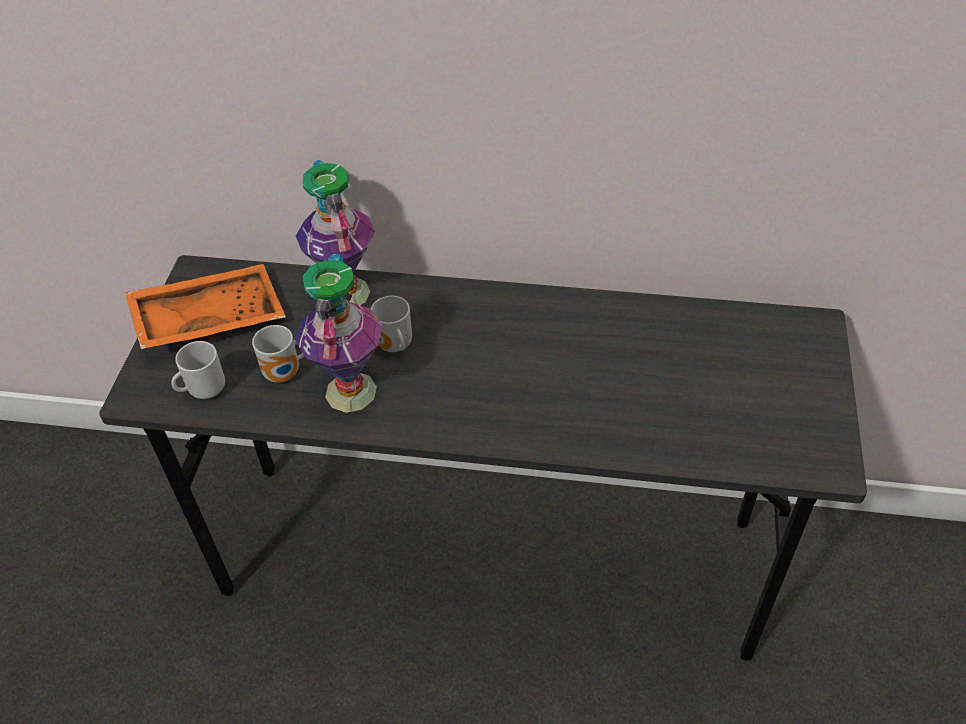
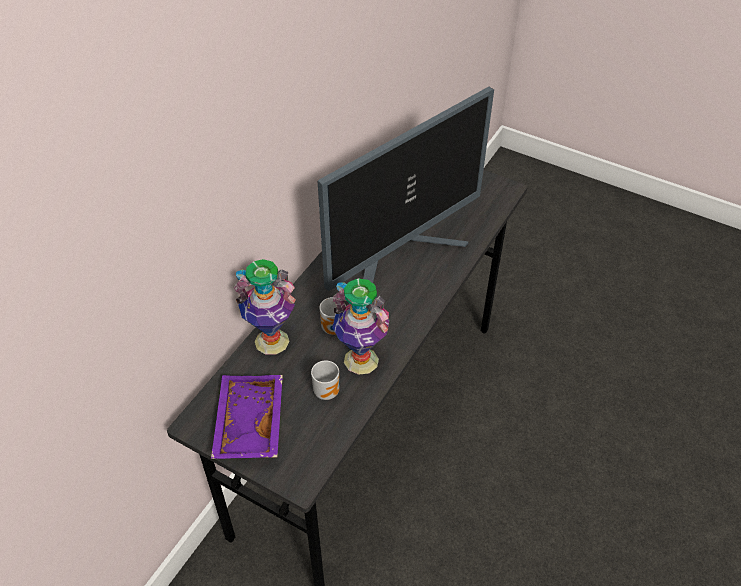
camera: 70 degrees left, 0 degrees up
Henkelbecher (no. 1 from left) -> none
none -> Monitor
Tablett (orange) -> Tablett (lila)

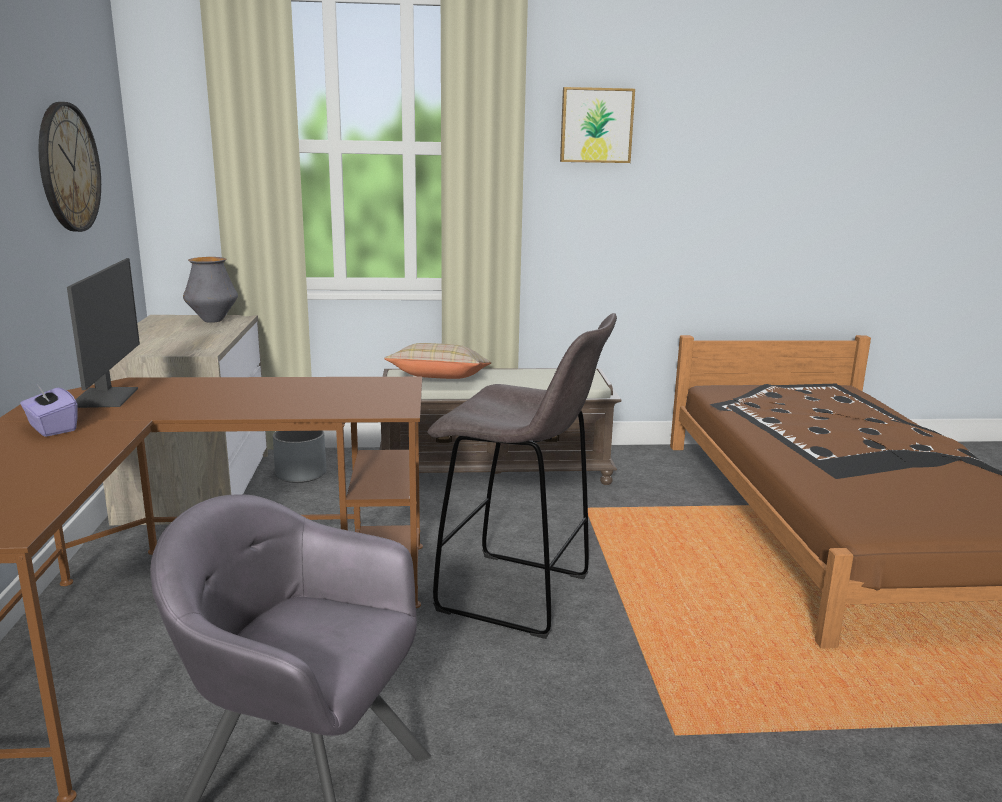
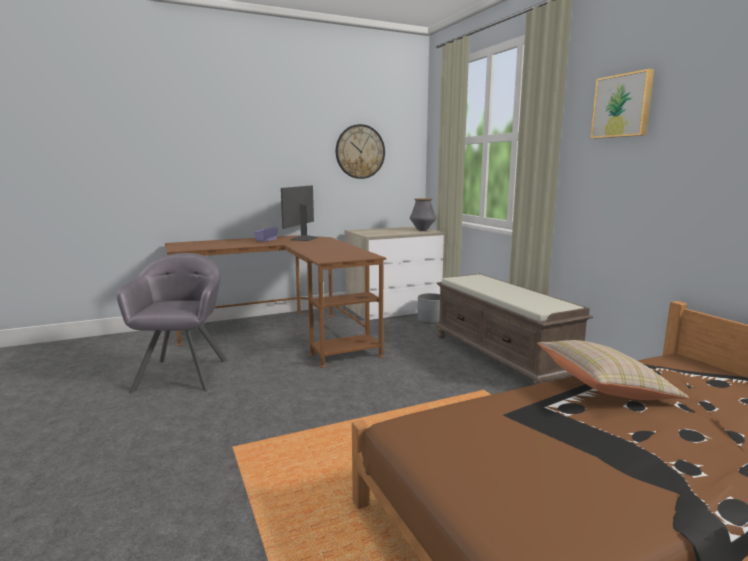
camera: 70 degrees right, 5 degrees down
Hocker (grau) -> none
Kissen (beige), shifted
Monitor, 135 degrees clockwise

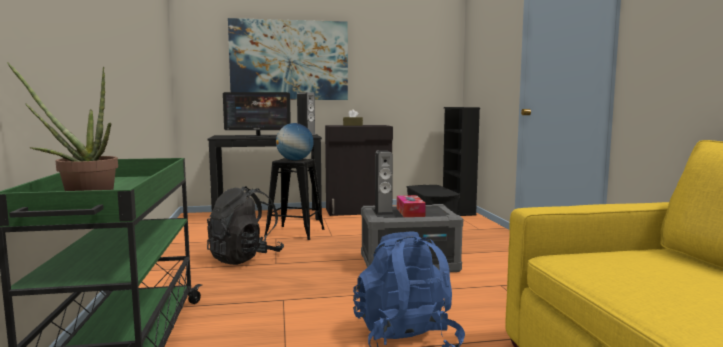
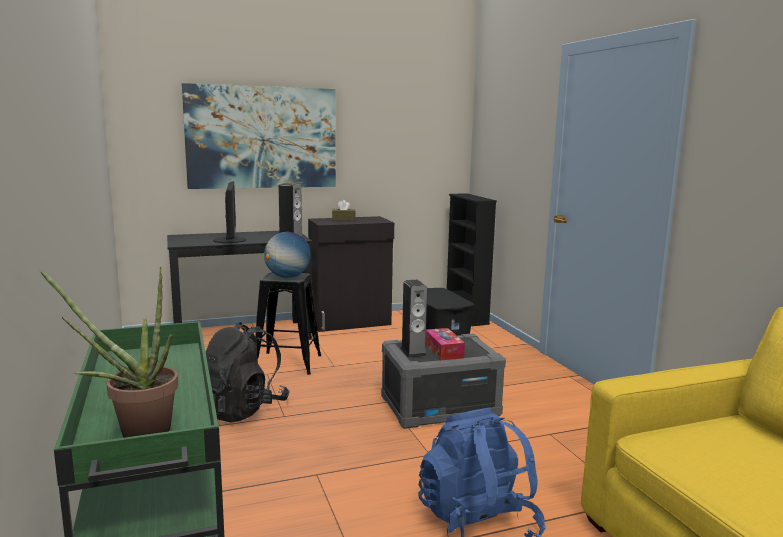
camera: 10 degrees left, 5 degrees up
Monitor, 90 degrees counterclockwise

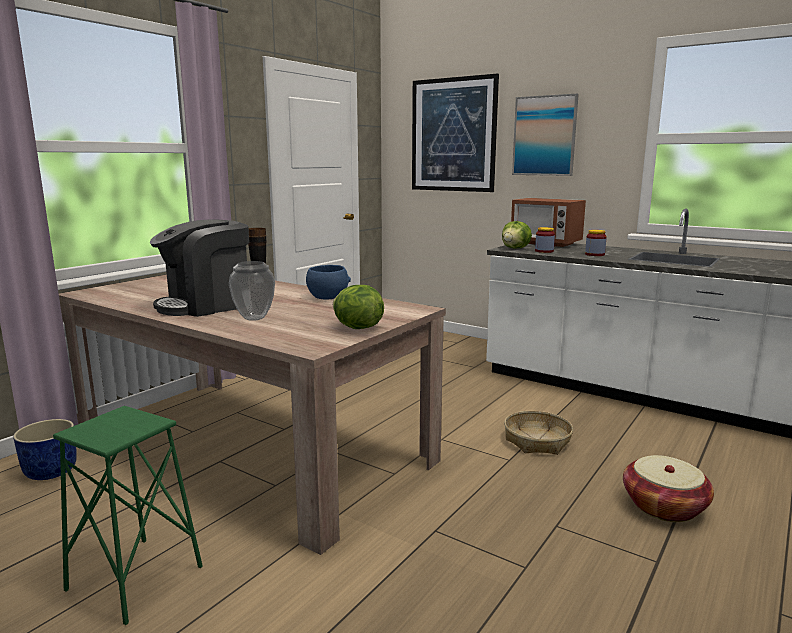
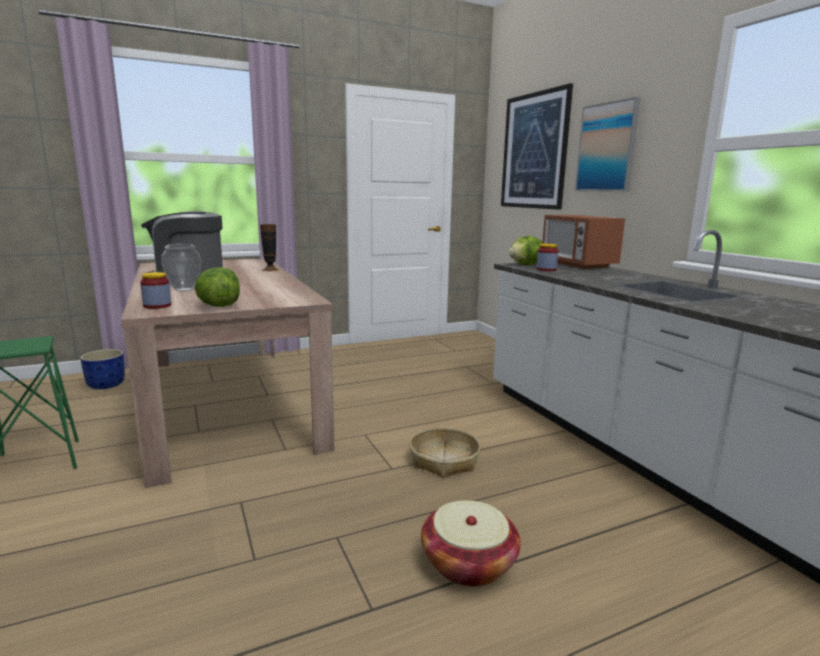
camera: 30 degrees right, 0 degrees up
Schüssel (blau) -> none
Vorratsglas (no. 2 from left in the first image) -> Vorratsglas (no. 1 from left), shifted

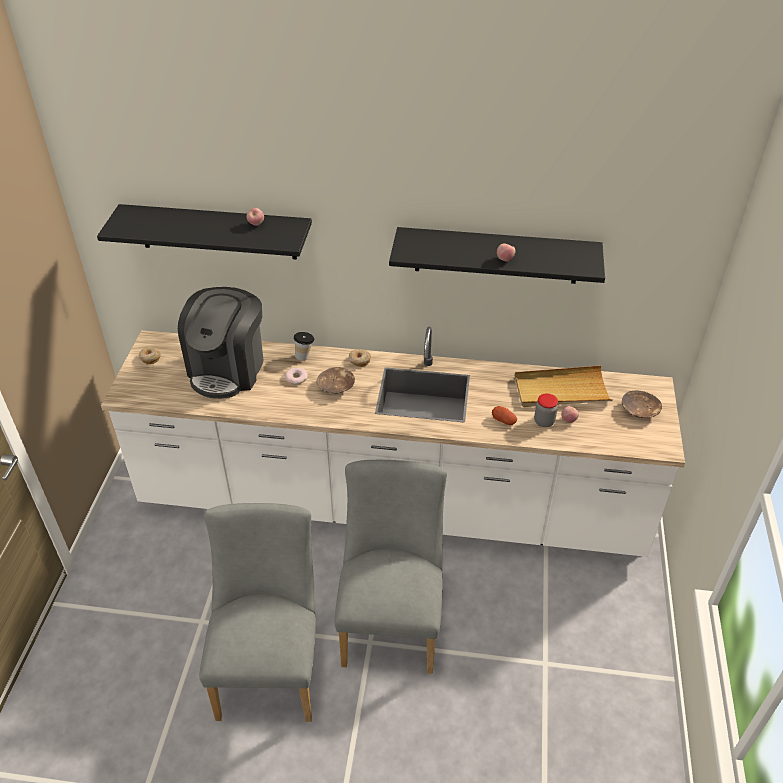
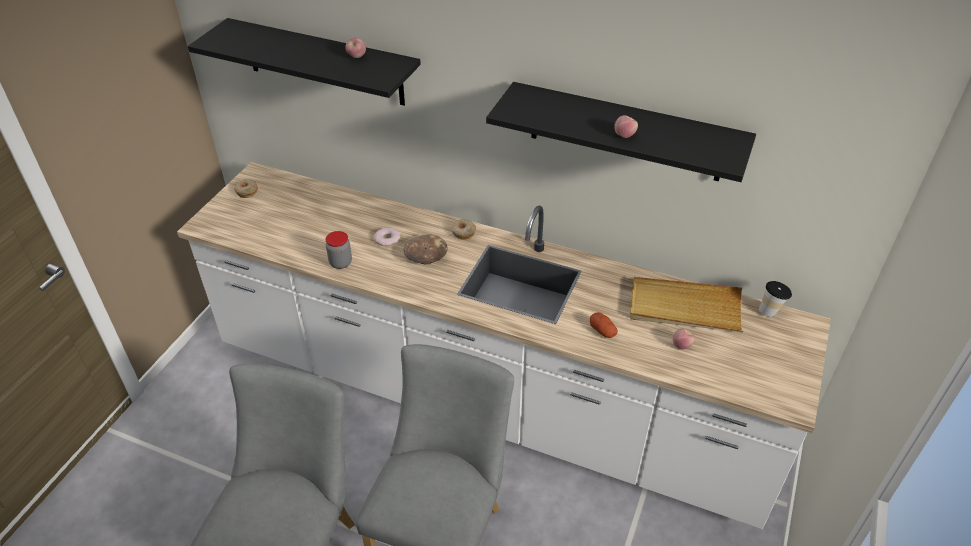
camera: 15 degrees right, 0 degrees up
Kaffeemaschine -> none
Schüssel (braun) (no. 2 from left) -> none
Tasse, shifted
Vorratsglas, shifted

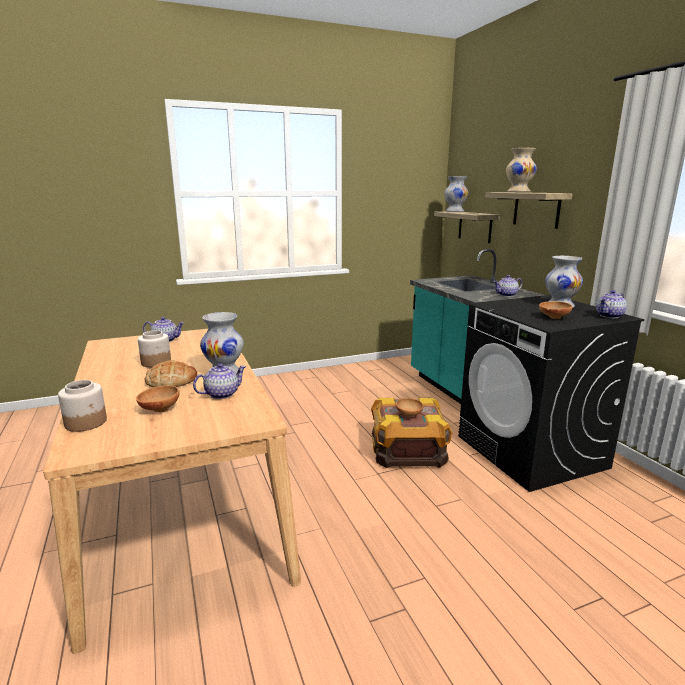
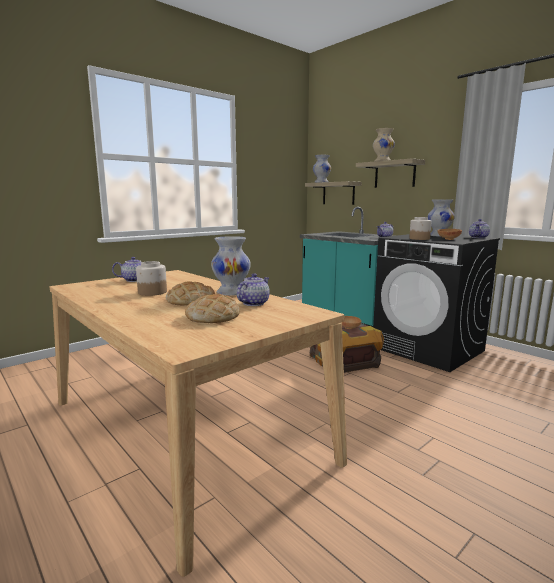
camera: 20 degrees left, 5 degrees down
Vorratsglas (no. 1 from left in the first image) -> Vorratsglas (no. 2 from left), shifted
Schüssel (braun) (no. 1 from left) -> Brot (no. 2 from left)

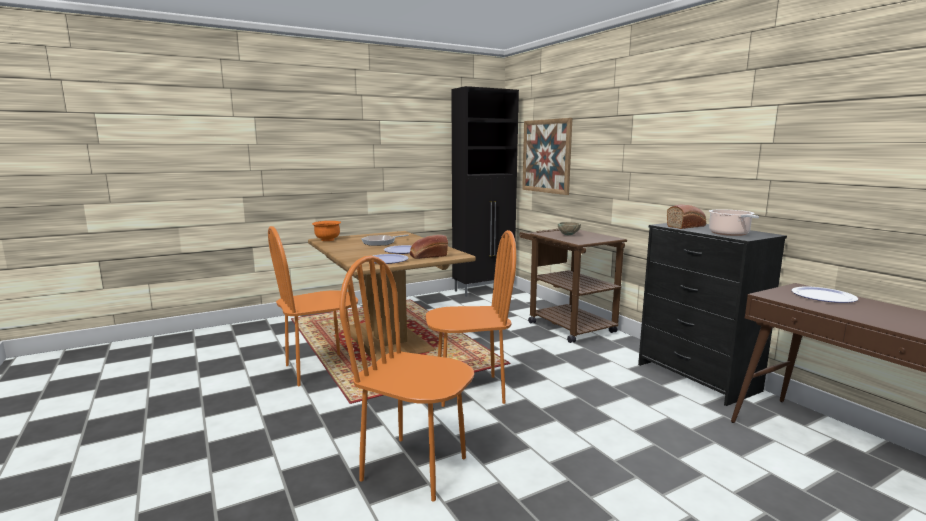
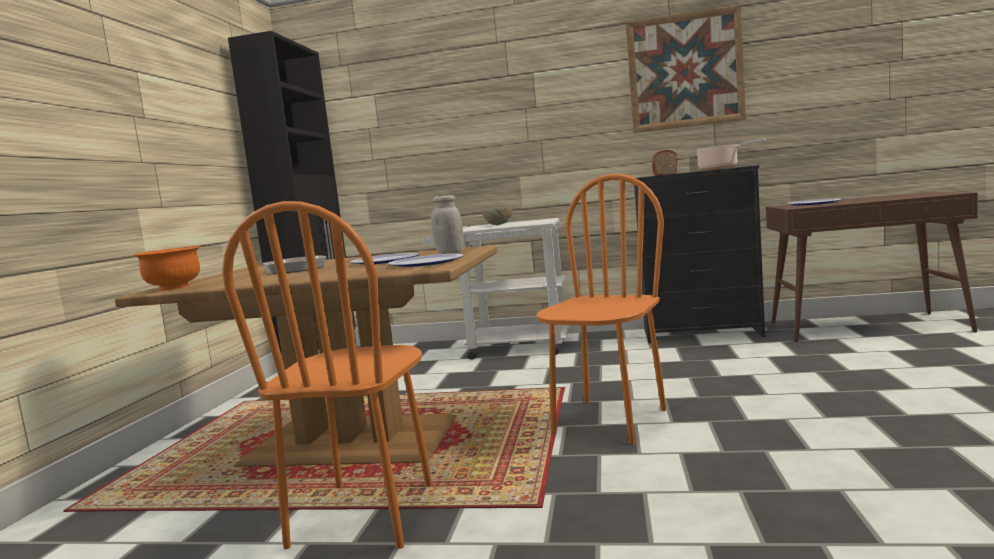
camera: 50 degrees left, 5 degrees down
Stuhl (orange) (no. 2 from left) -> none
Bild, shifted
Brot (no. 1 from left) -> Vorratsglas (weiß)
Rollwagen (braun) -> Rollwagen (weiß)

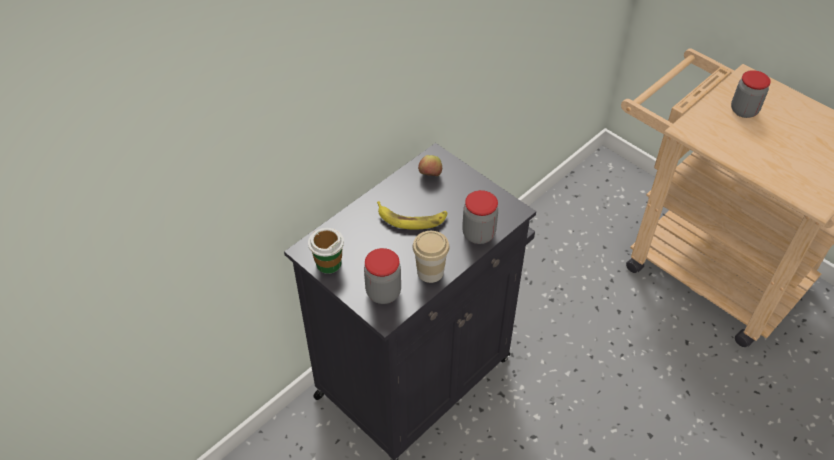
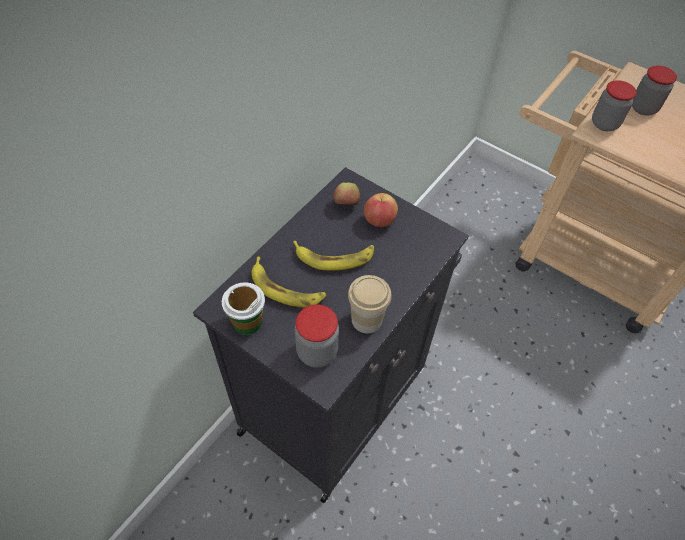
camera: 10 degrees left, 5 degrees up
none -> Banane (no. 1 from left)
none -> Apfel (no. 2 from left)
Vorratsglas (no. 2 from left), shifted

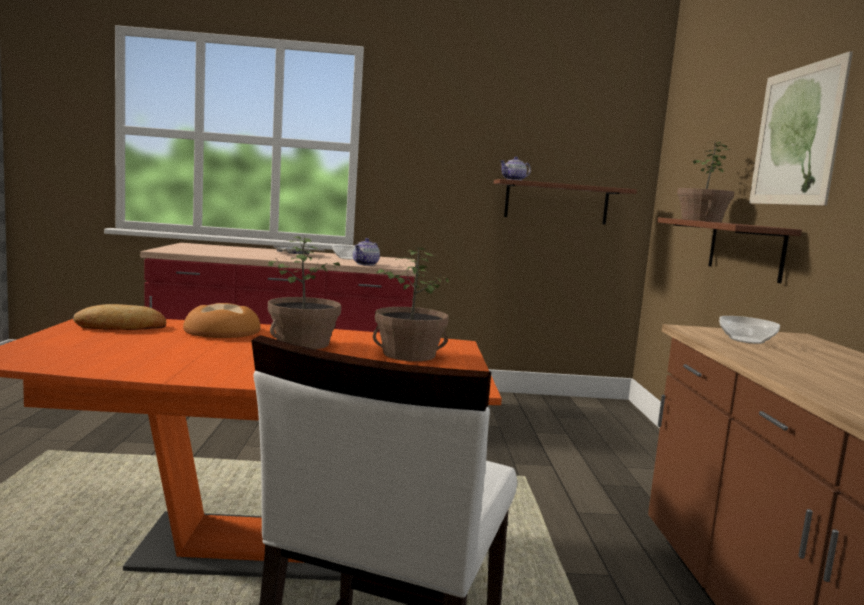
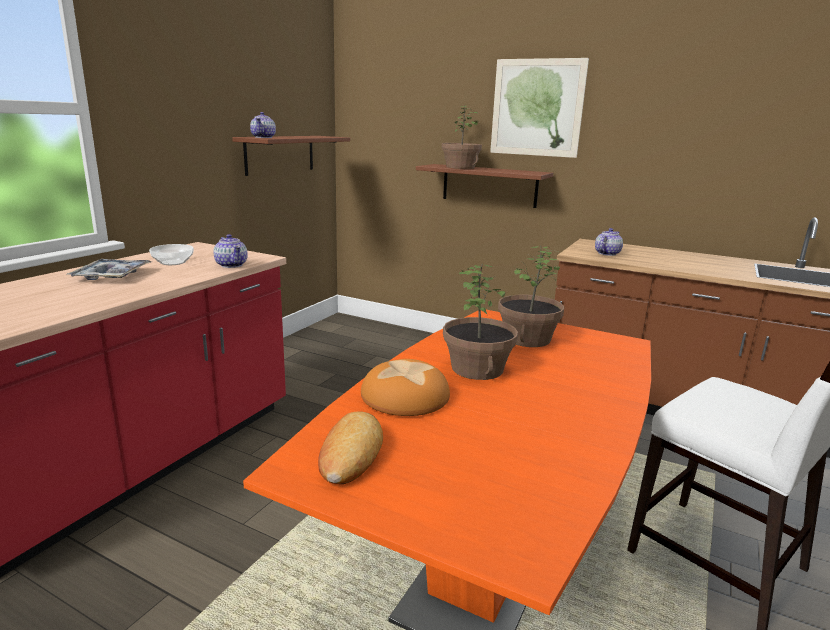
camera: 60 degrees left, 10 degrees up
Schüssel (no. 2 from left) -> Teekanne (no. 3 from left)

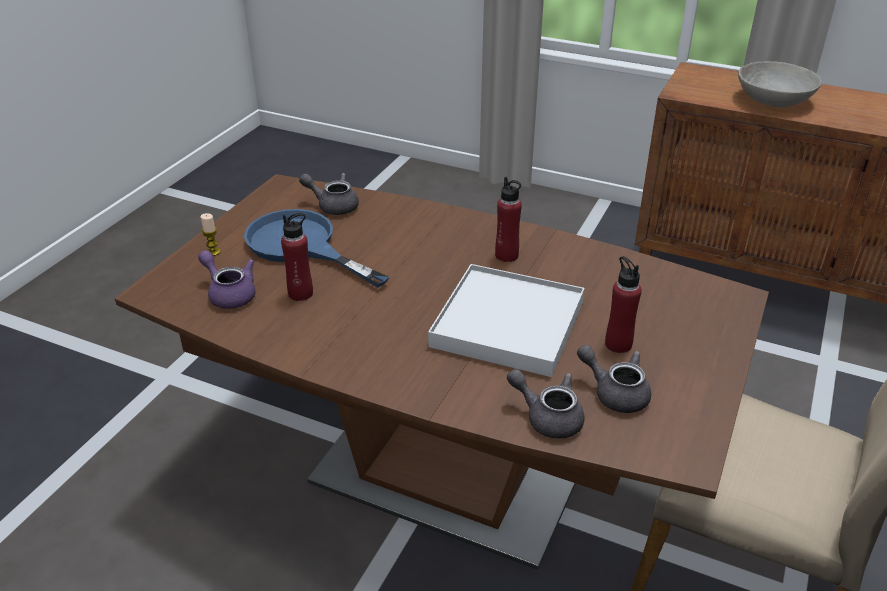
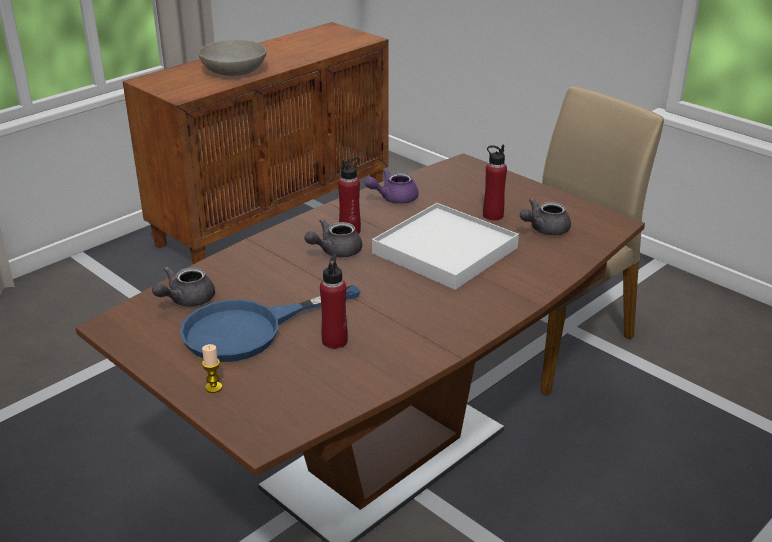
camera: 70 degrees left, 5 degrees down
Teekanne (lila), shifted
Teekanne (grau) (no. 2 from left), shifted

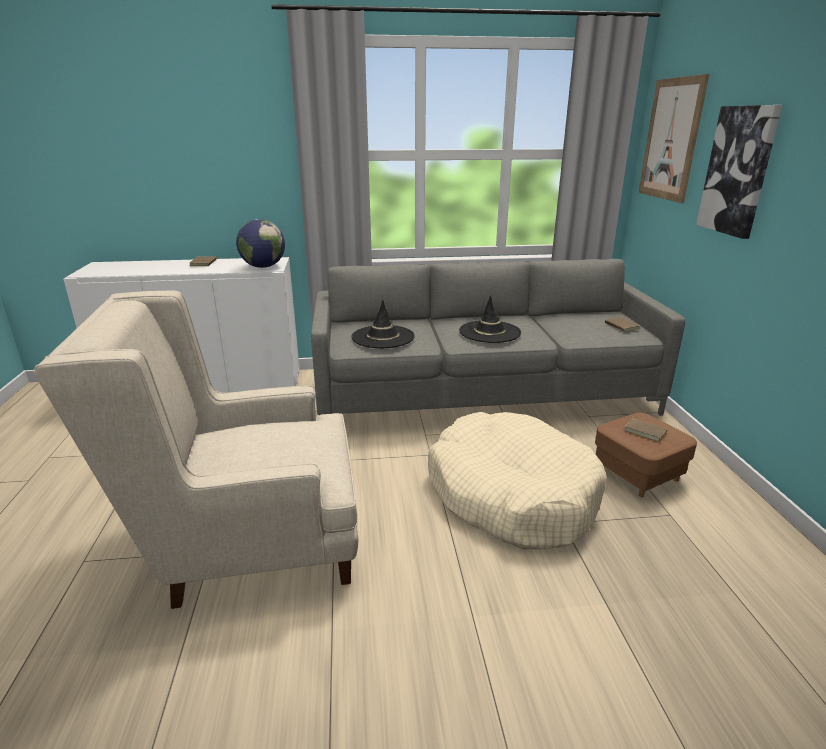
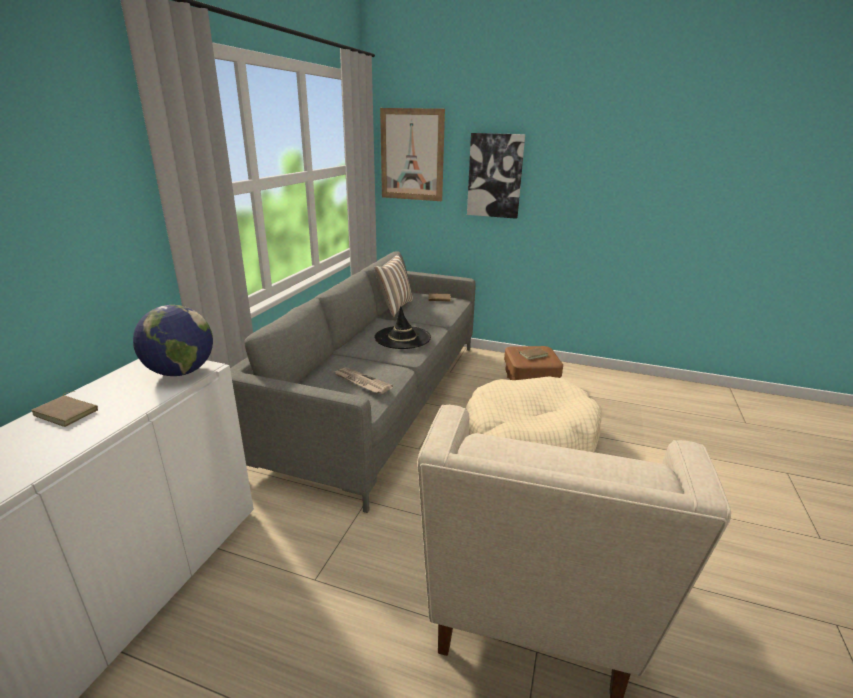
camera: 65 degrees left, 0 degrees up
none -> Kissen
Hut (schwarz) (no. 1 from left) -> Zeitung

